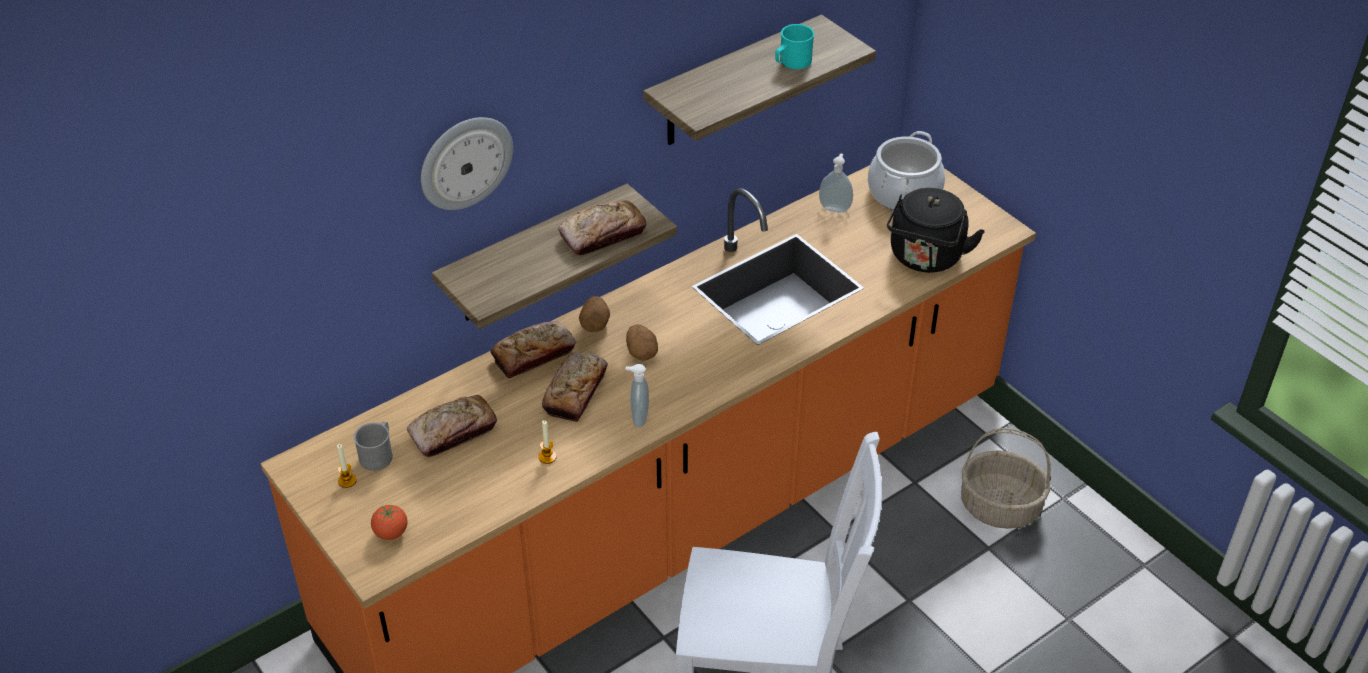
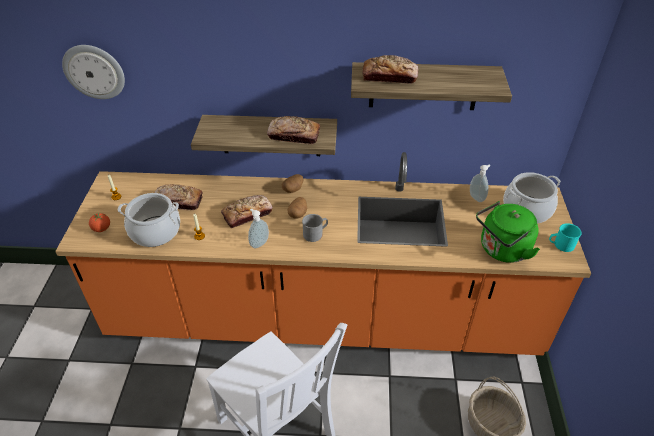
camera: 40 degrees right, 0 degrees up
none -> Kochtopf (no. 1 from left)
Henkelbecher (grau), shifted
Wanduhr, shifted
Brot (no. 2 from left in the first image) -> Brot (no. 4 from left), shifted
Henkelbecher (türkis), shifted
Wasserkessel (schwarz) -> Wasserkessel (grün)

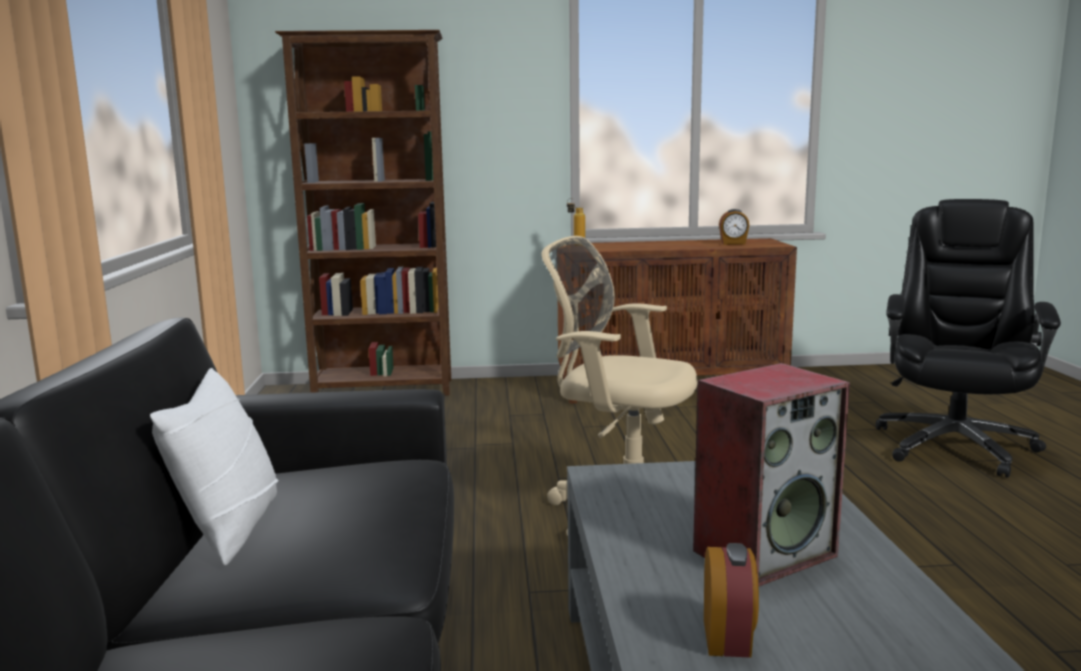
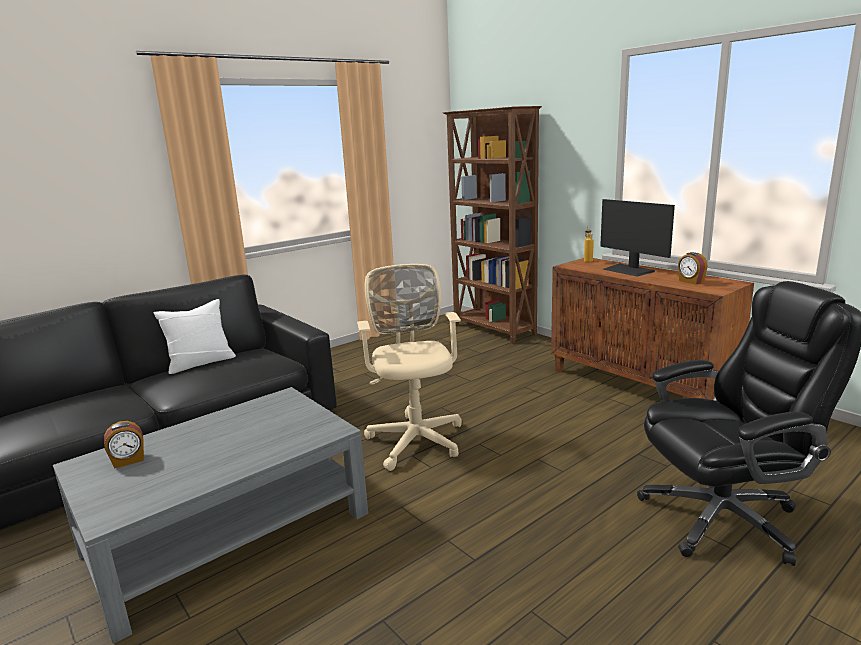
camera: 55 degrees right, 5 degrees up
Lautsprecher -> none
none -> Monitor

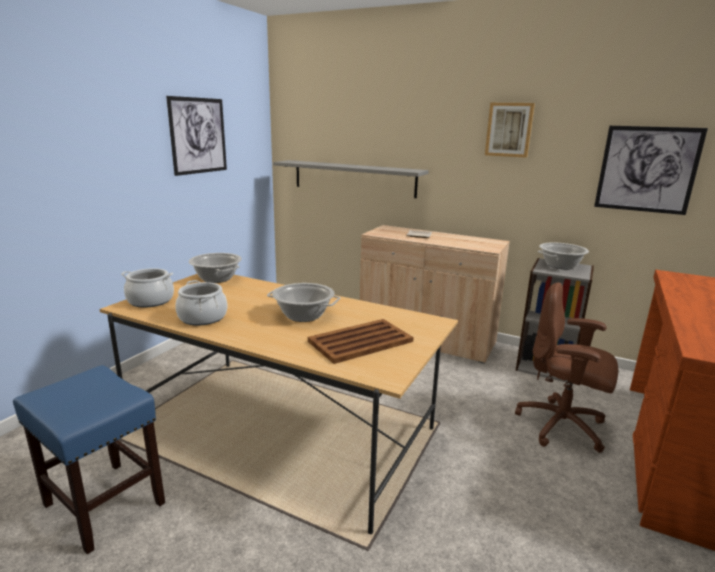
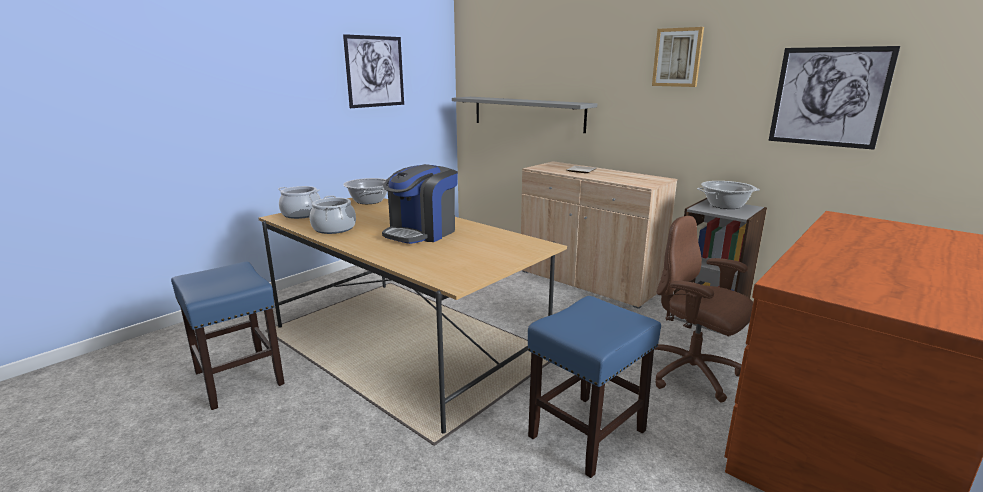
camera: 15 degrees right, 0 degrees up
Tablett (braun) -> none
none -> Hocker (blau) (no. 2 from left)
Kochtopf (no. 4 from left) -> Kaffeemaschine

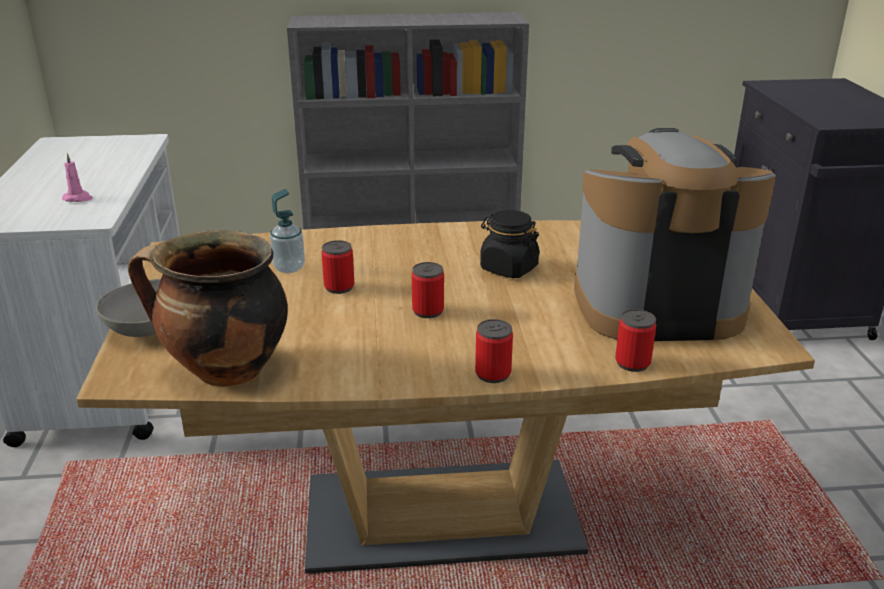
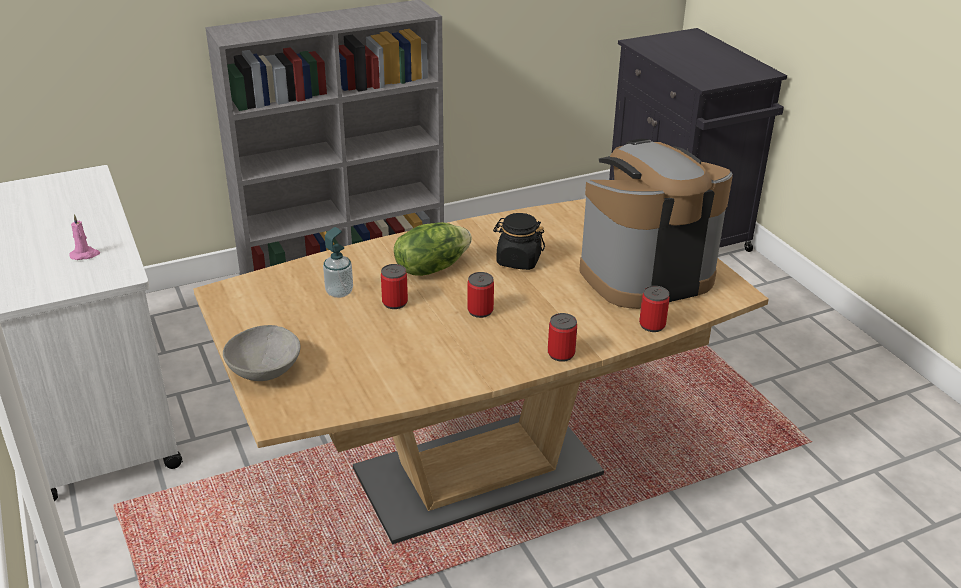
camera: 20 degrees left, 5 degrees up
Kochtopf -> none
none -> Salatkopf

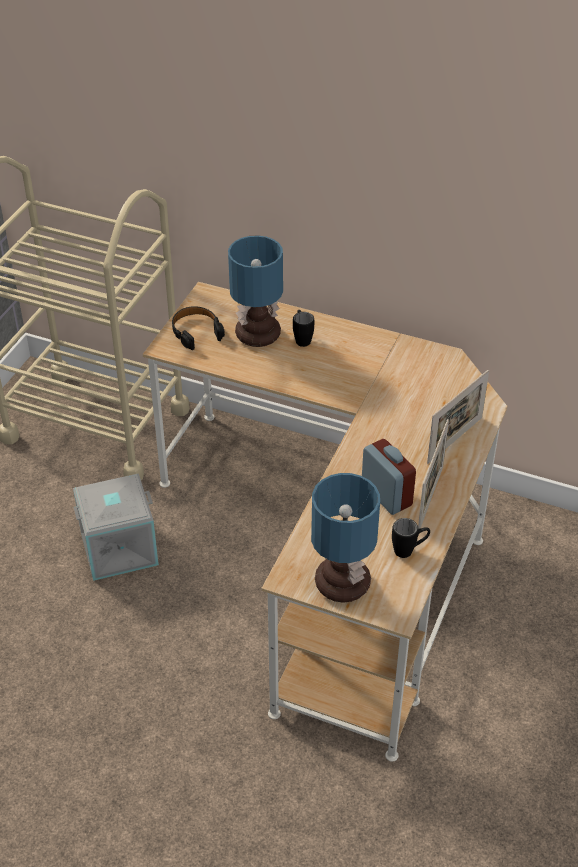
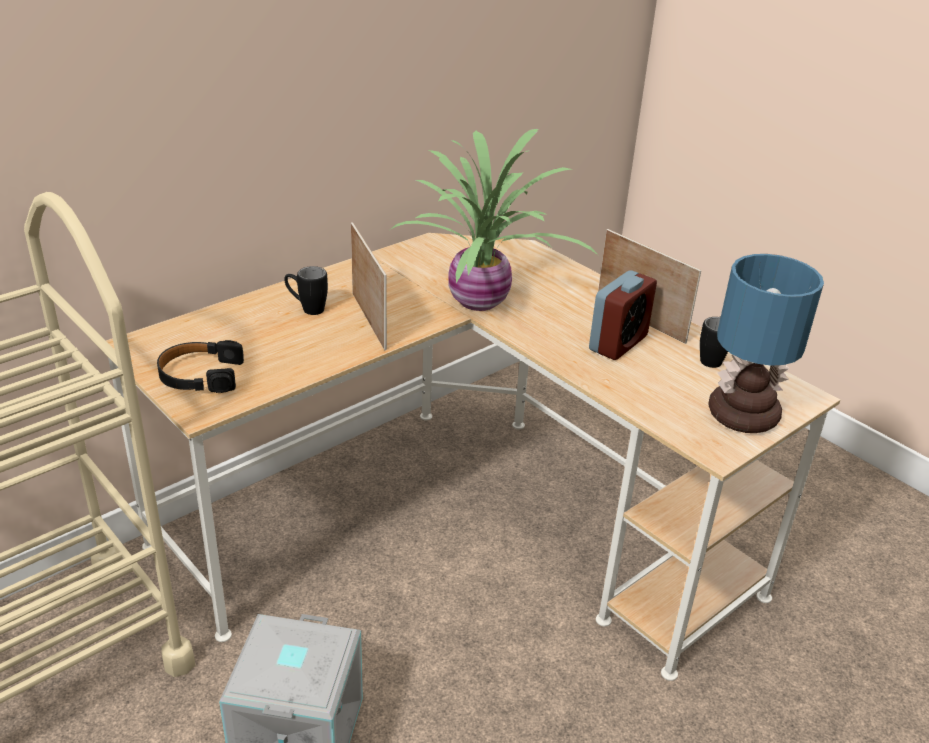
camera: 65 degrees left, 10 degrees down
Tischlampe (no. 1 from left) -> none
none -> Topfpflanze
Bilderrahmen (no. 2 from left in the first image) -> Bilderrahmen (no. 1 from left), shifted
Wecker, 135 degrees clockwise

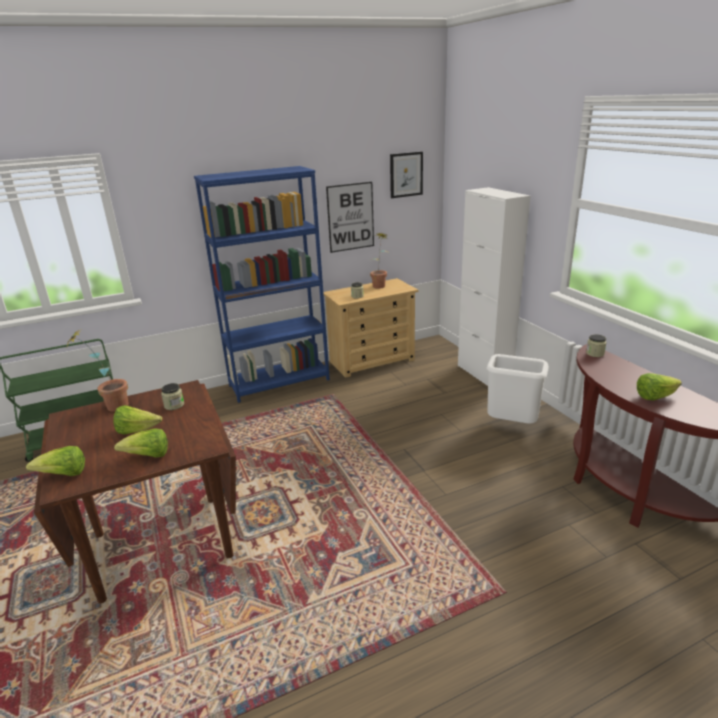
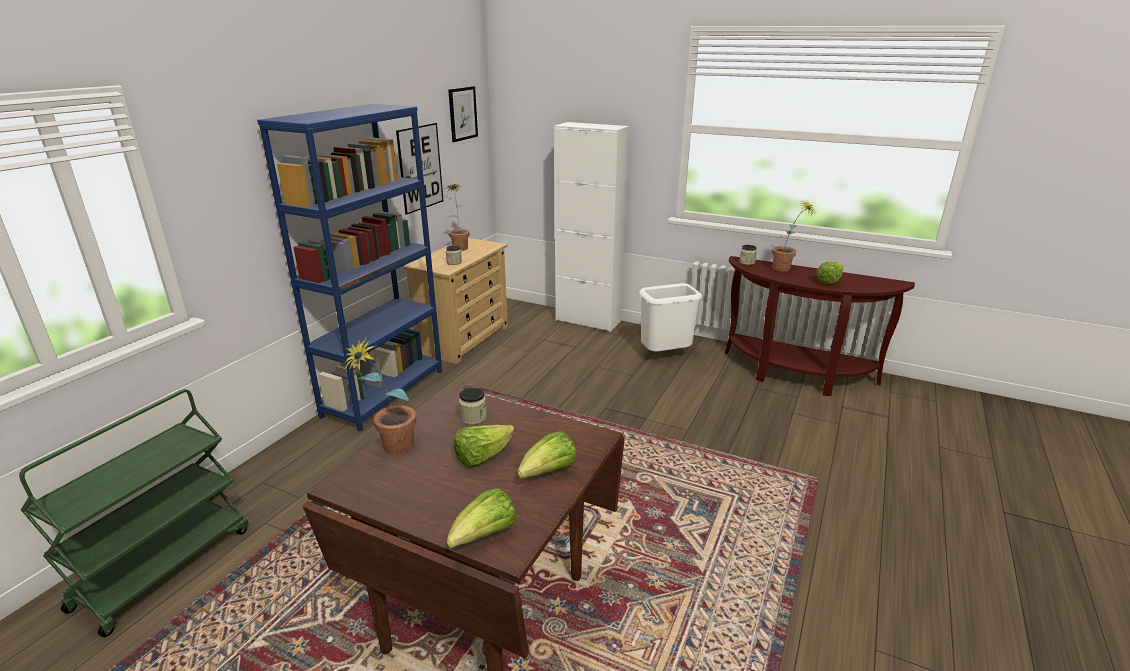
camera: 40 degrees left, 0 degrees up
none -> Topfpflanze (no. 3 from left)

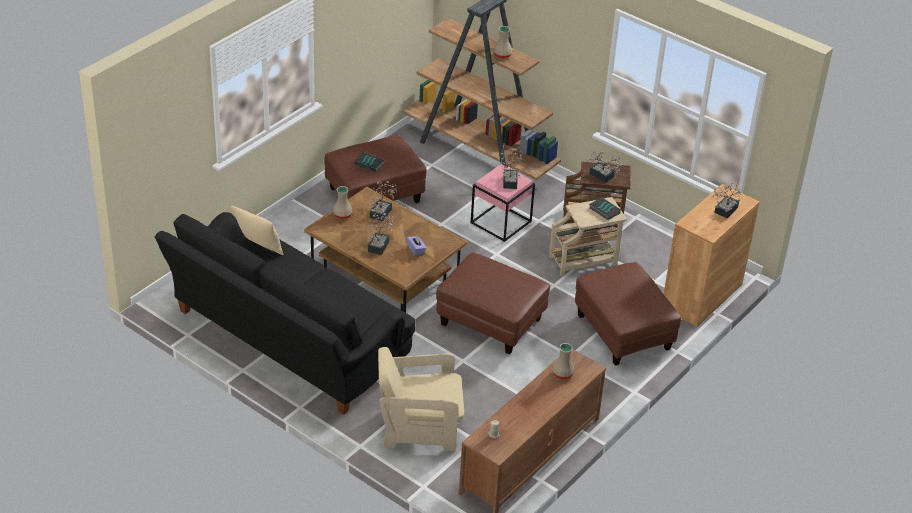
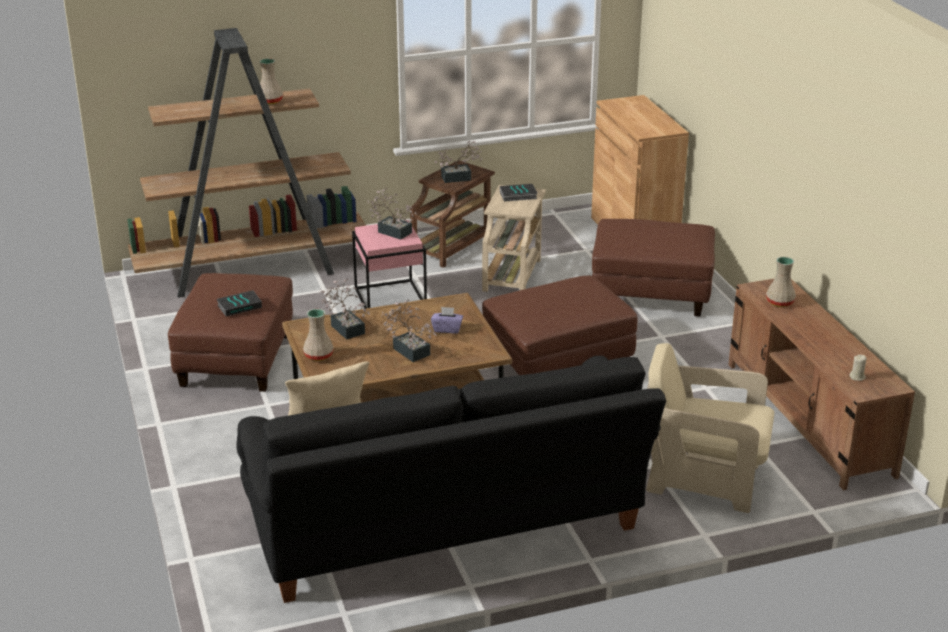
camera: 55 degrees left, 10 degrees down
Topfpflanze (no. 5 from left) -> none
Sessel (beige), 75 degrees clockwise

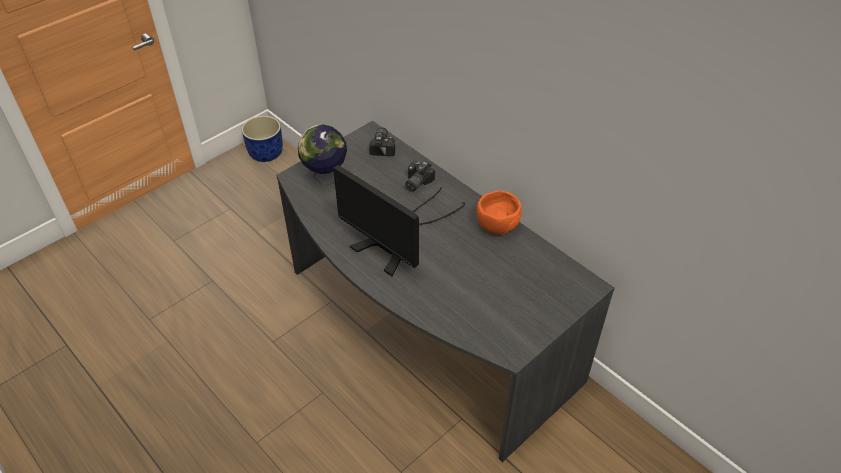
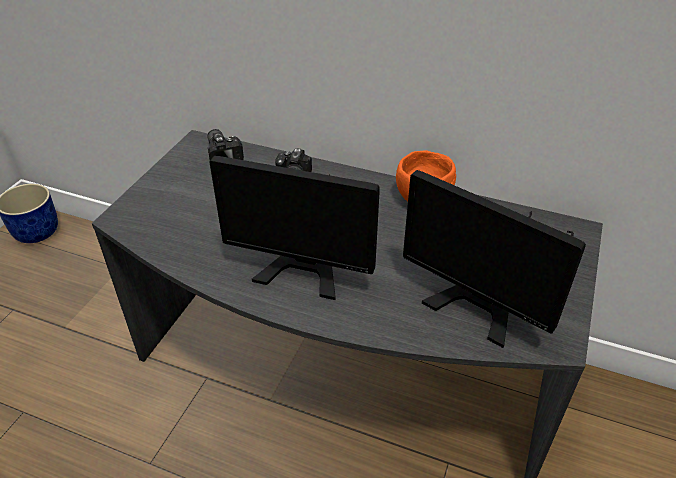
camera: 25 degrees left, 5 degrees down
Globus -> none
none -> Monitor (no. 2 from left)

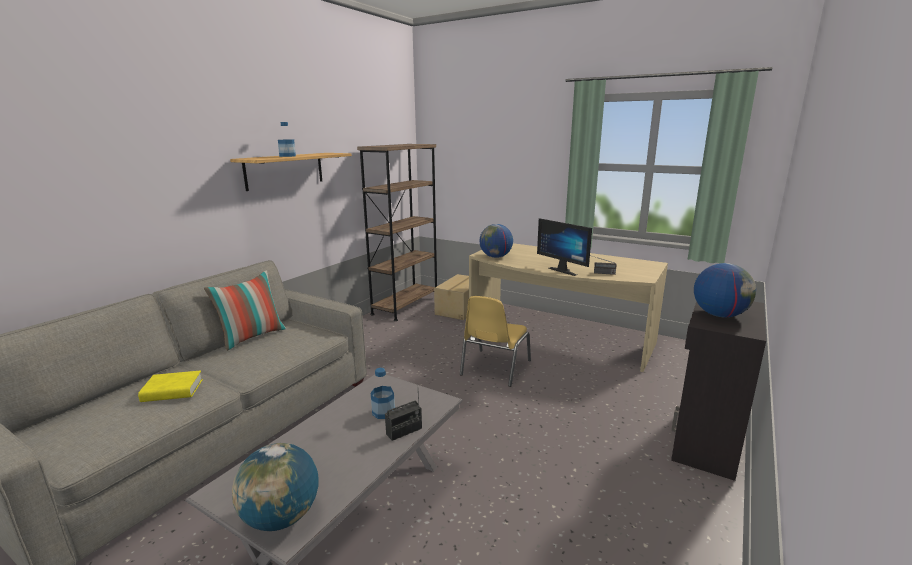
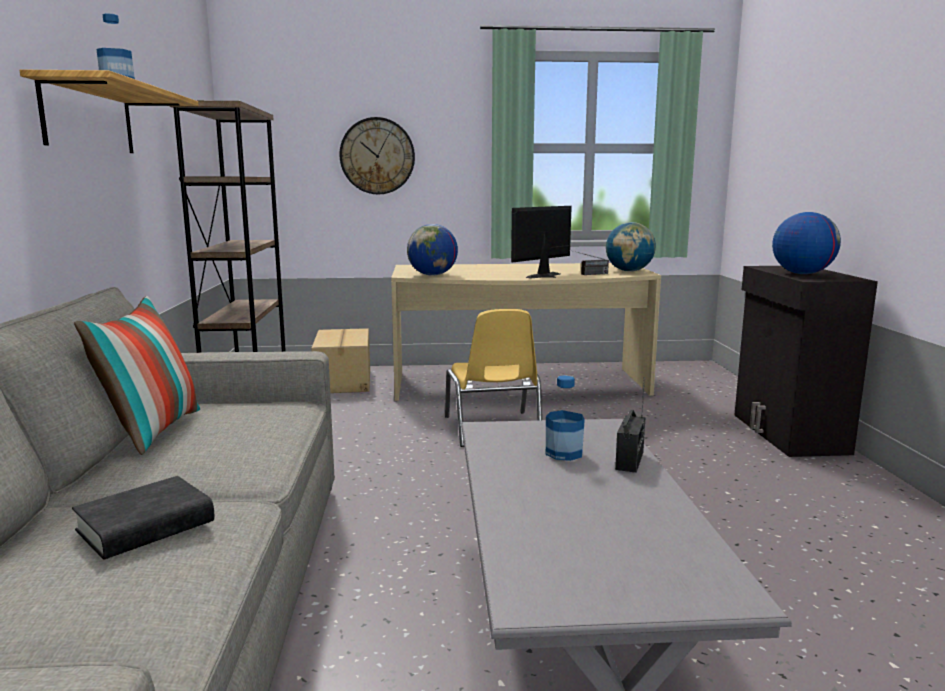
camera: 35 degrees left, 5 degrees down
none -> Wanduhr
Globus (no. 1 from left in the first image) -> Globus (no. 2 from left), shifted
Buch (gelb) -> Buch (schwarz)
Monitor, 120 degrees clockwise

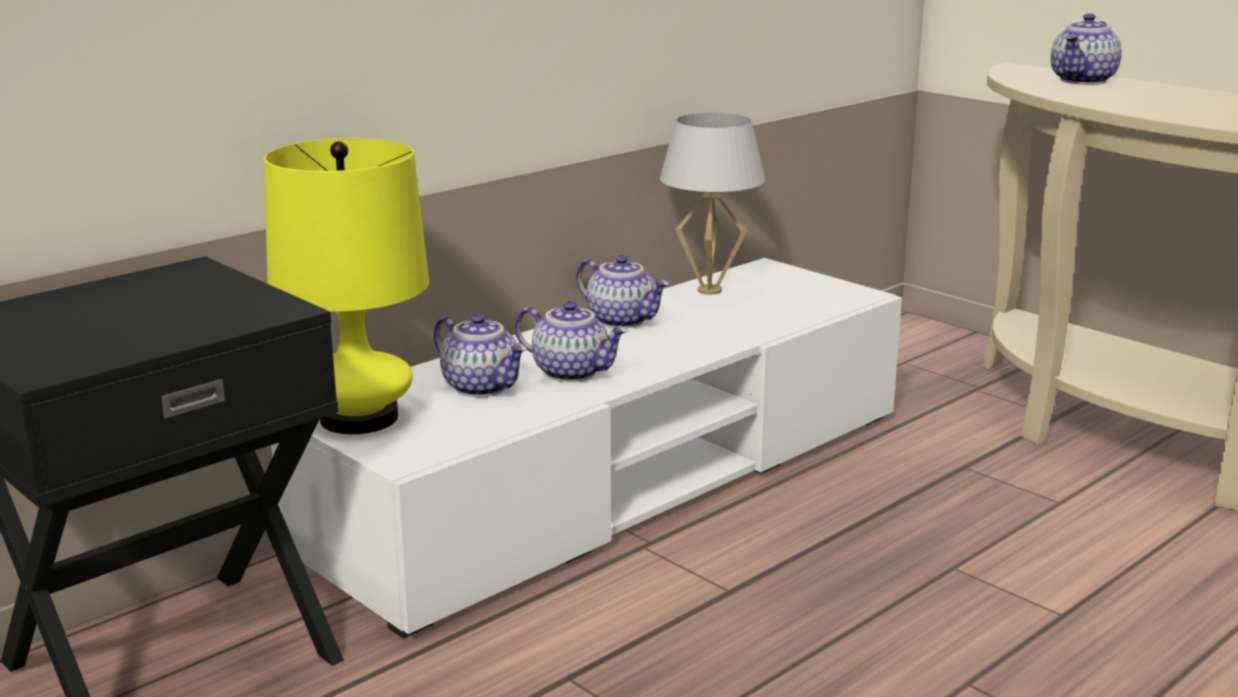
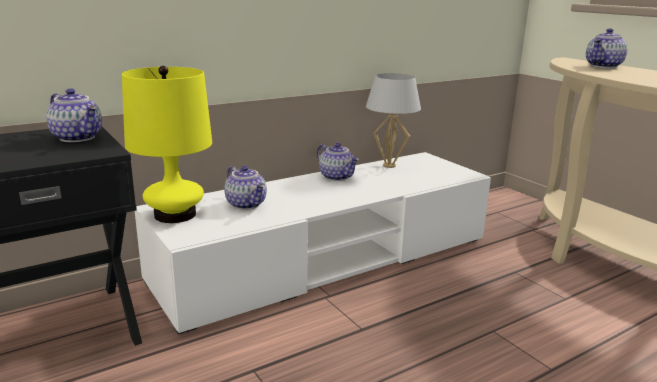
camera: 10 degrees right, 0 degrees up
Teekanne (no. 2 from left in the first image) -> Teekanne (no. 1 from left), shifted

